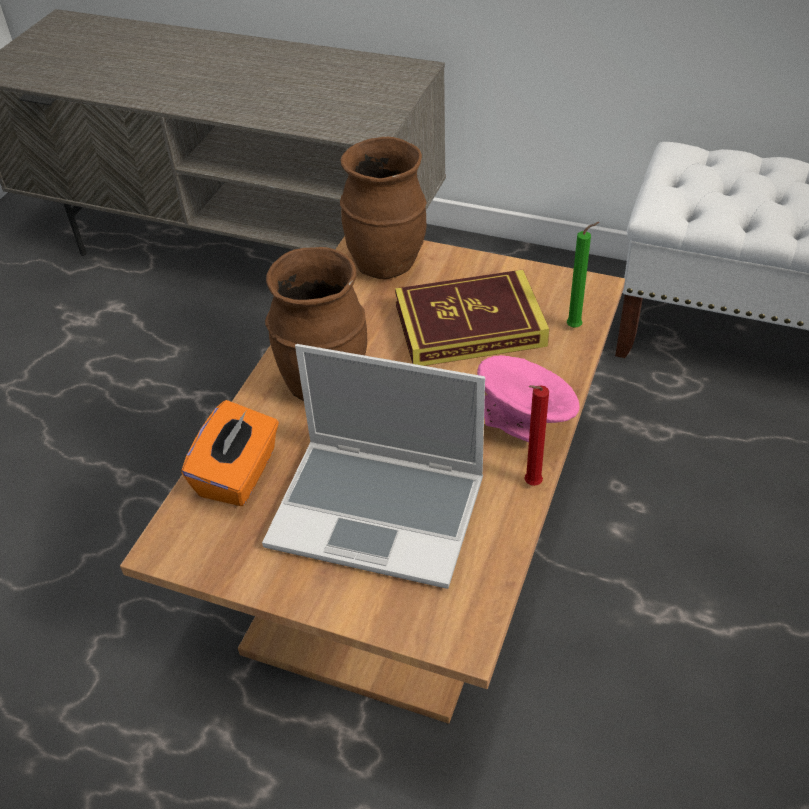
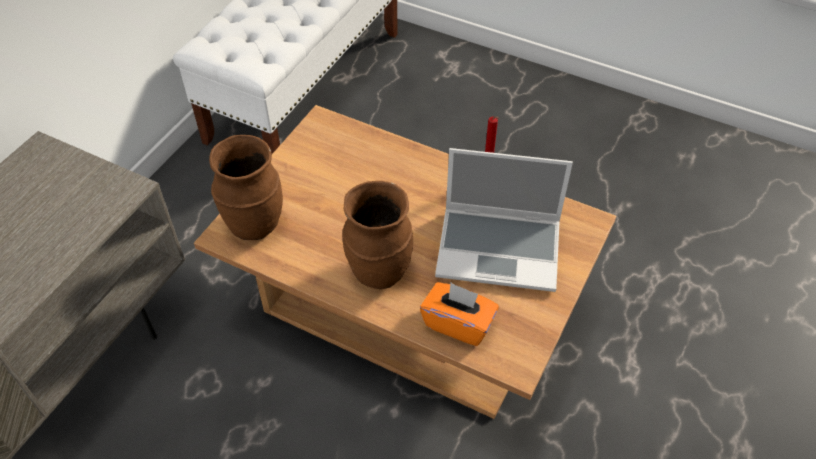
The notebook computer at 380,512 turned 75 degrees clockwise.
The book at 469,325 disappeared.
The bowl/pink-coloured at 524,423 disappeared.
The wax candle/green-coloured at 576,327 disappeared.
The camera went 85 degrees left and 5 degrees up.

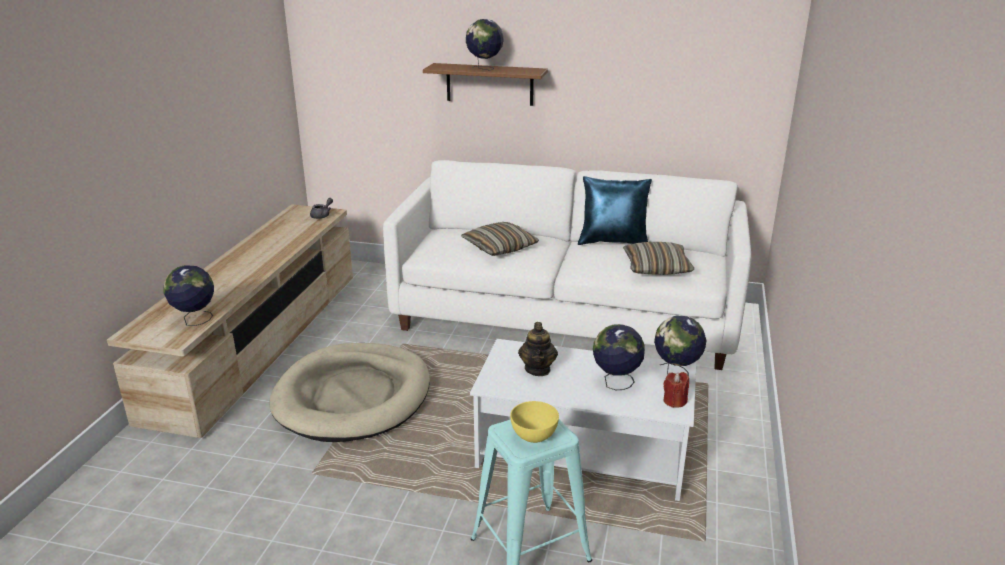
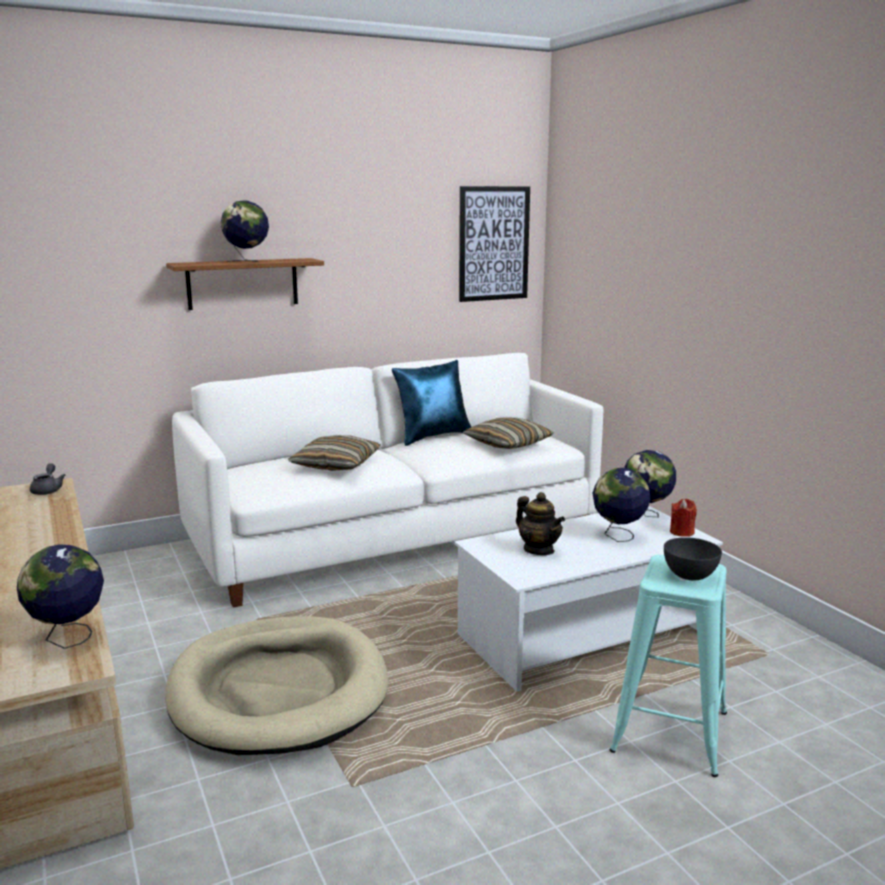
The wall picture at 493,244 appeared.
The bowl/yellowish at 533,436 became the bowl/gray at 689,575.
The camera went 40 degrees left and 10 degrees down.

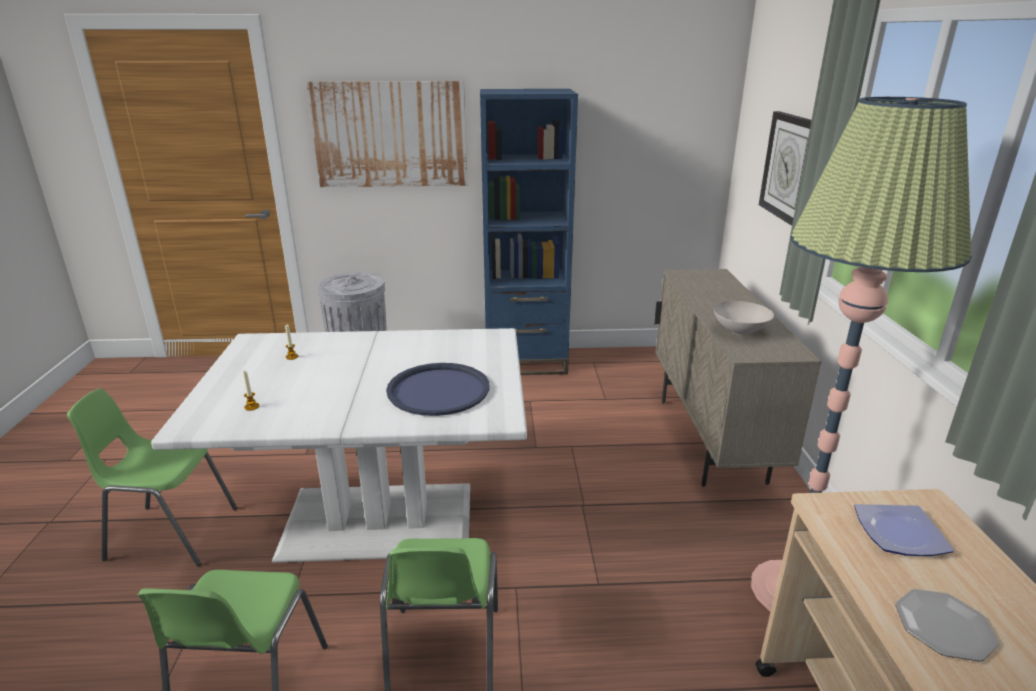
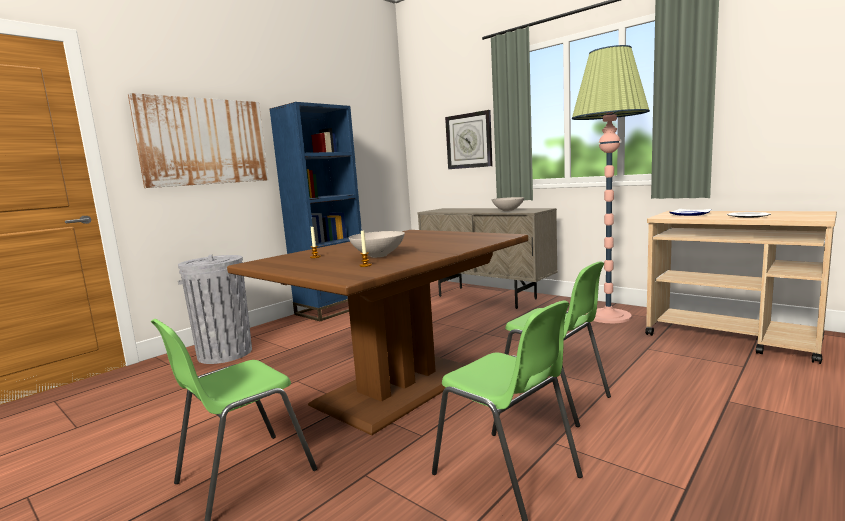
The dinner table/whitish at 379,522 became the dinner table/brown-coloured at 399,387.
The bowl/whitish at 378,256 appeared.
The tray/blue at 438,390 disappeared.
The camera went 45 degrees left and 15 degrees down.

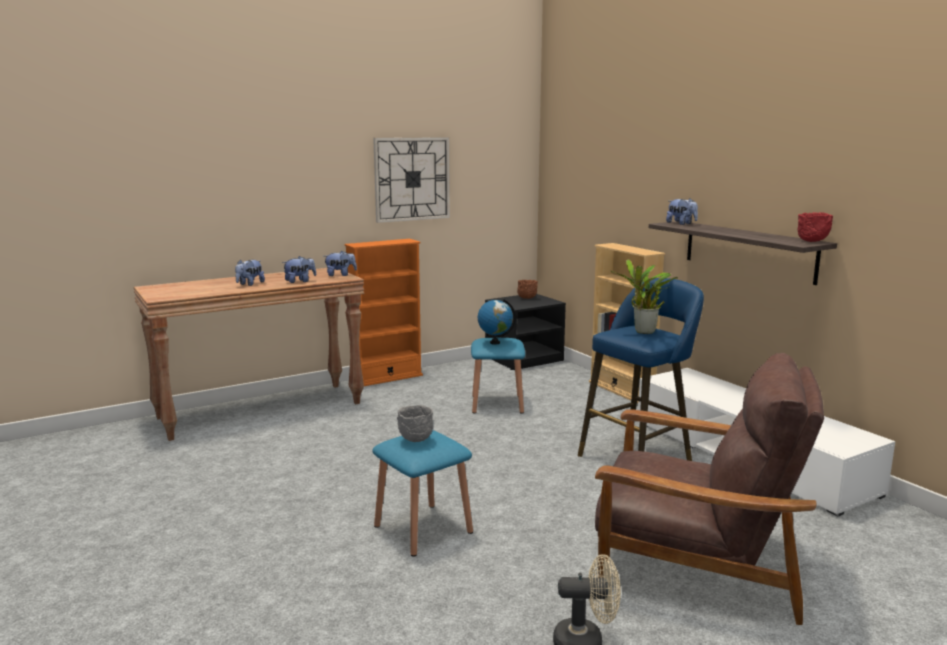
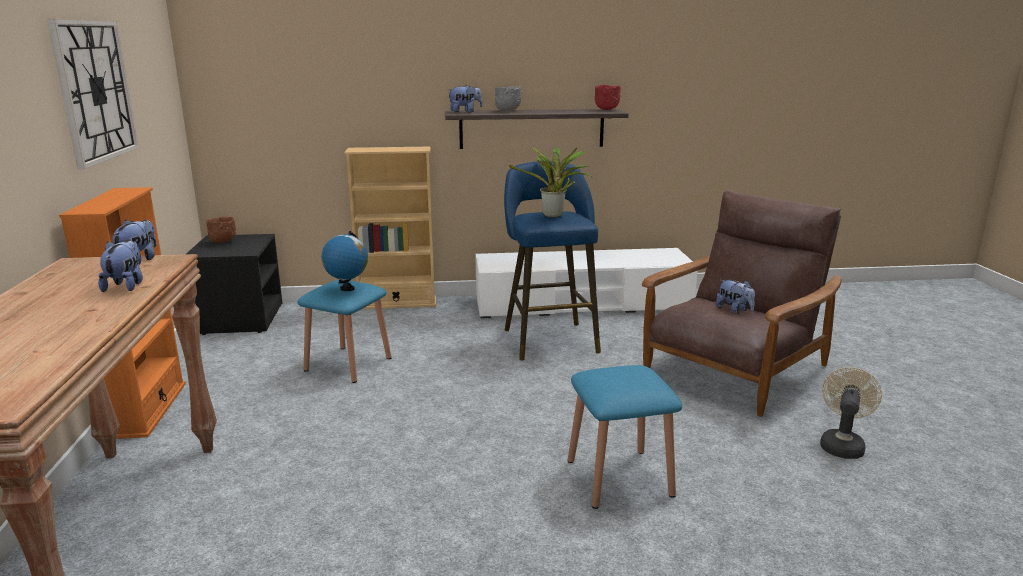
The bowl/gray moved from 415,440 to 507,111.
The cuddly toy moved from 249,284 to 734,310.
The camera went 65 degrees left and 5 degrees up.

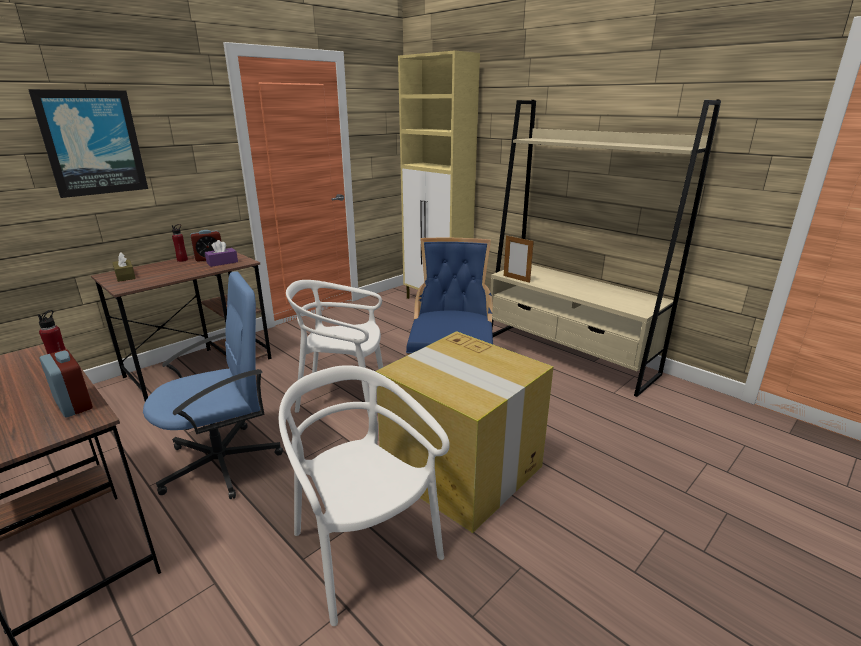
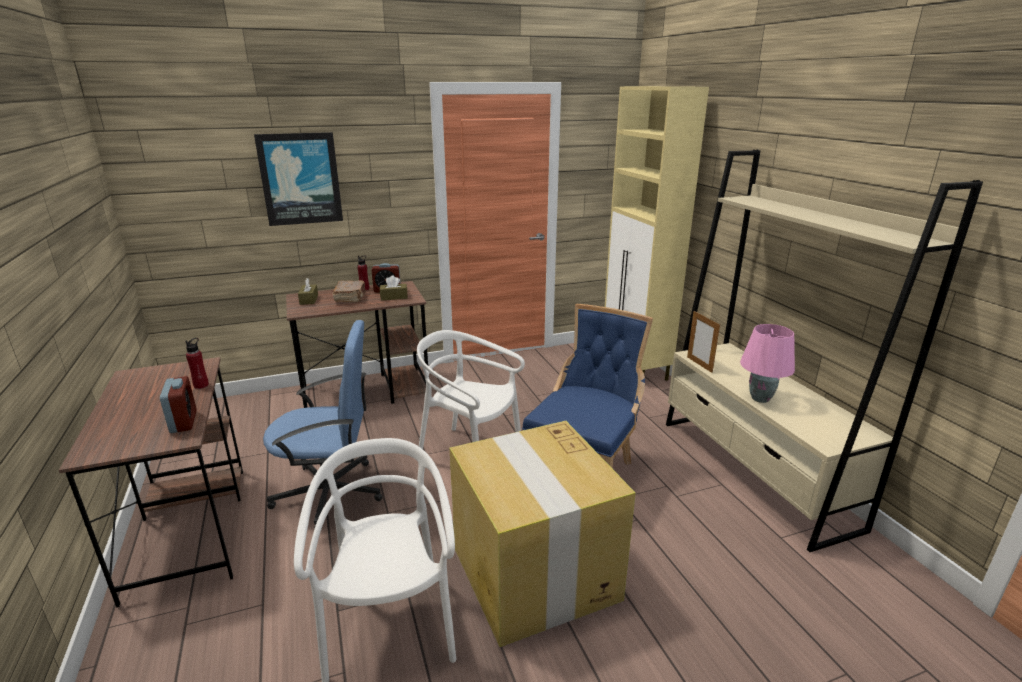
The book/brown-coloured at 350,298 appeared.
The tissue box/purplish at 222,262 became the tissue box/brown-coloured at 394,297.
The lamp for a table/pink-coloured at 761,399 appeared.
The camera went 25 degrees right and 0 degrees up.

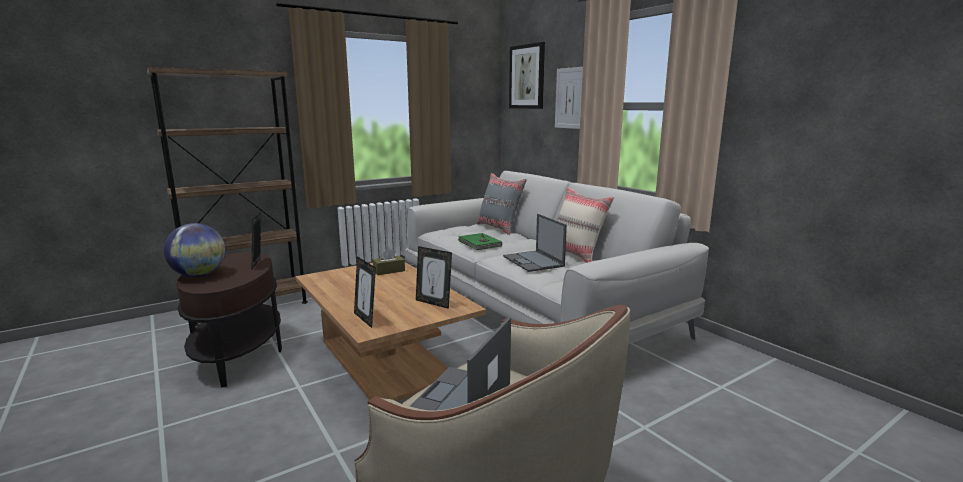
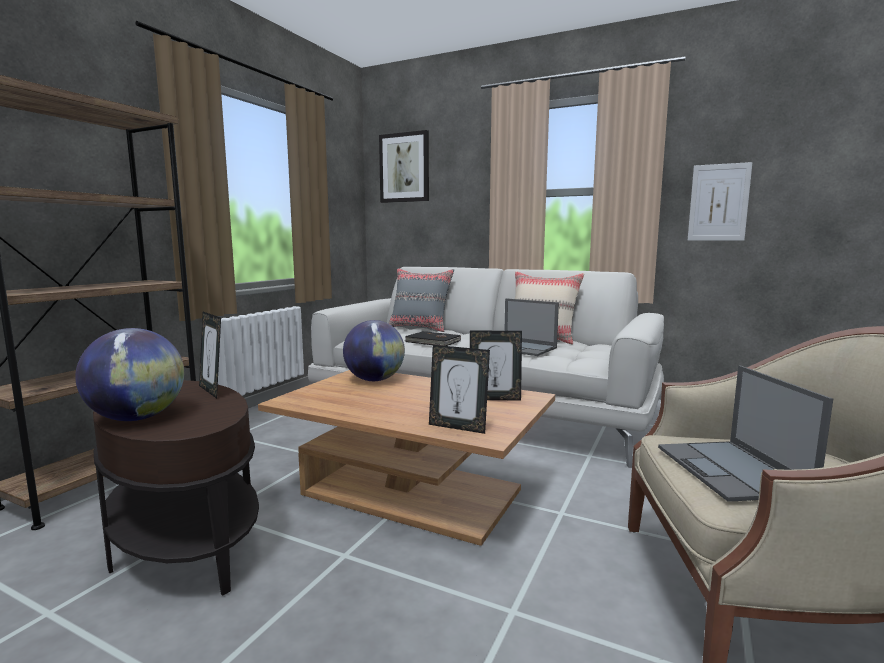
The tissue box/brown-coloured at 389,271 was replaced by the desk globe at 374,380.
The book/green-coloured at 479,244 became the book/black-coloured at 433,341.
The wall picture moved from 570,98 to 718,202.
The camera went 30 degrees left and 5 degrees down.

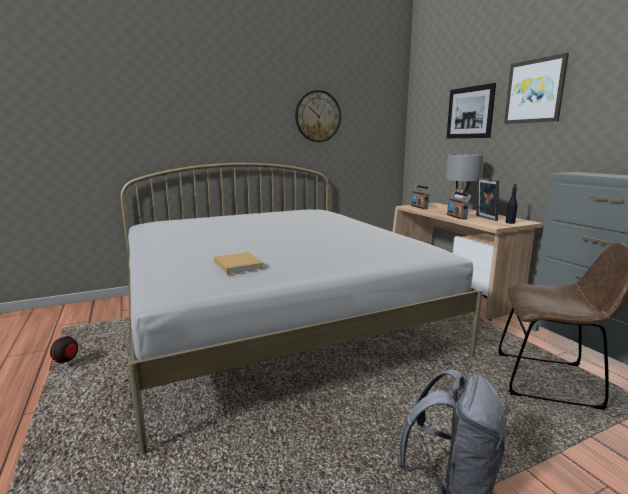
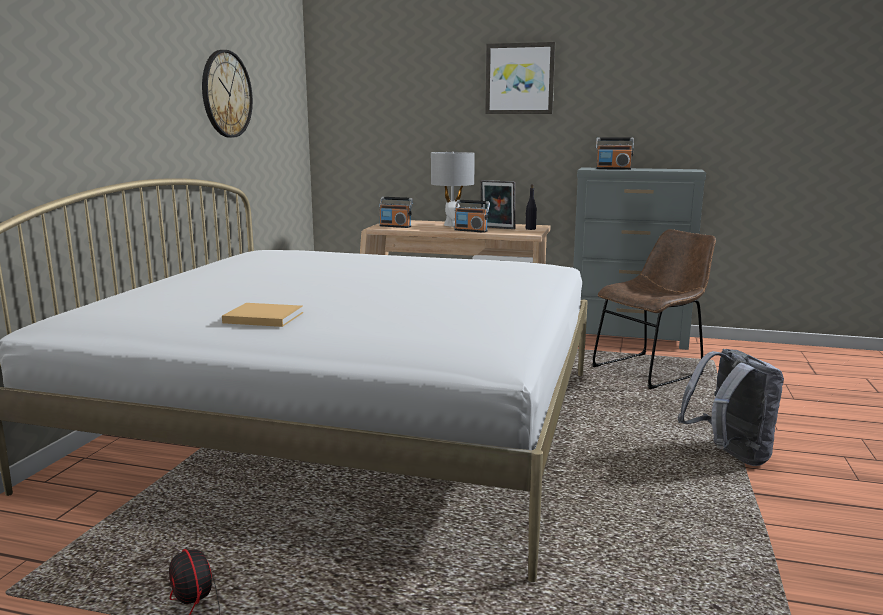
The book/sand-coloured moved from 238,264 to 261,317.
The radio at 613,169 appeared.
The wall picture at 470,112 disappeared.
The camera went 50 degrees left and 0 degrees up.

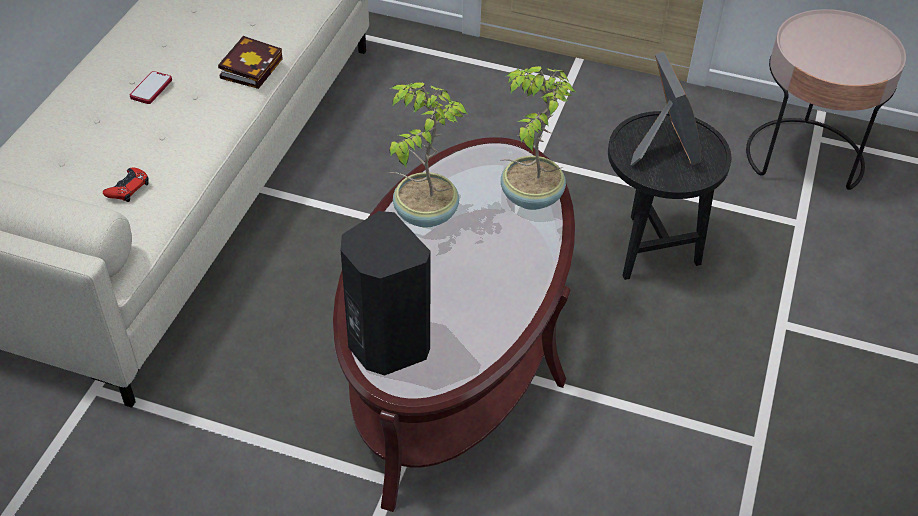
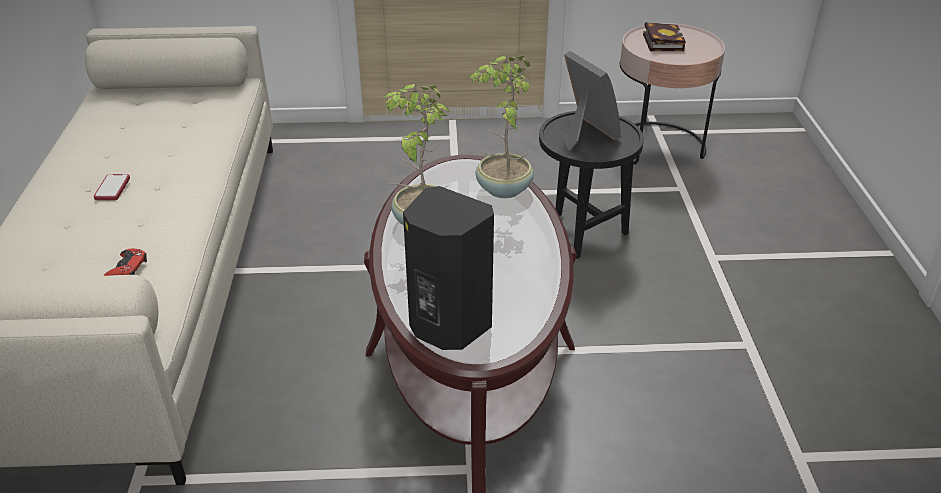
The book moved from 251,66 to 661,41.
The camera went 20 degrees left and 10 degrees down.

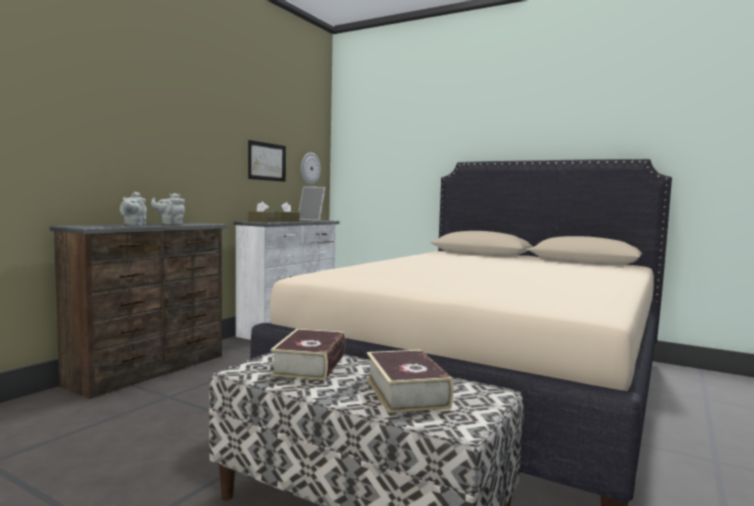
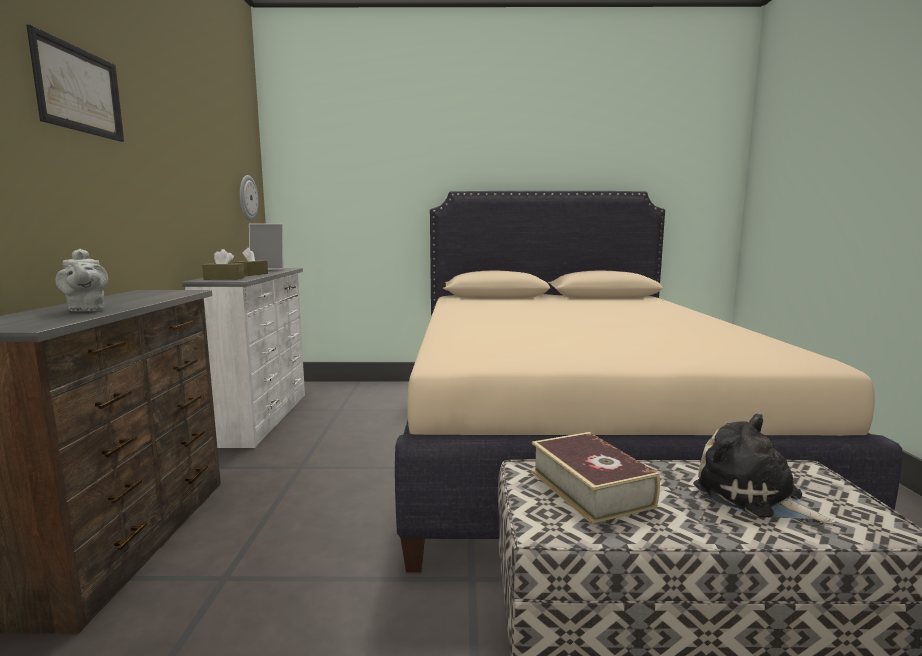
The wall picture moved from 267,161 to 79,90.
The book at 406,392 was replaced by the cuddly toy at 753,496.
The pot for tea/gray at 170,224 disappeared.
The camera went 30 degrees left and 5 degrees up.

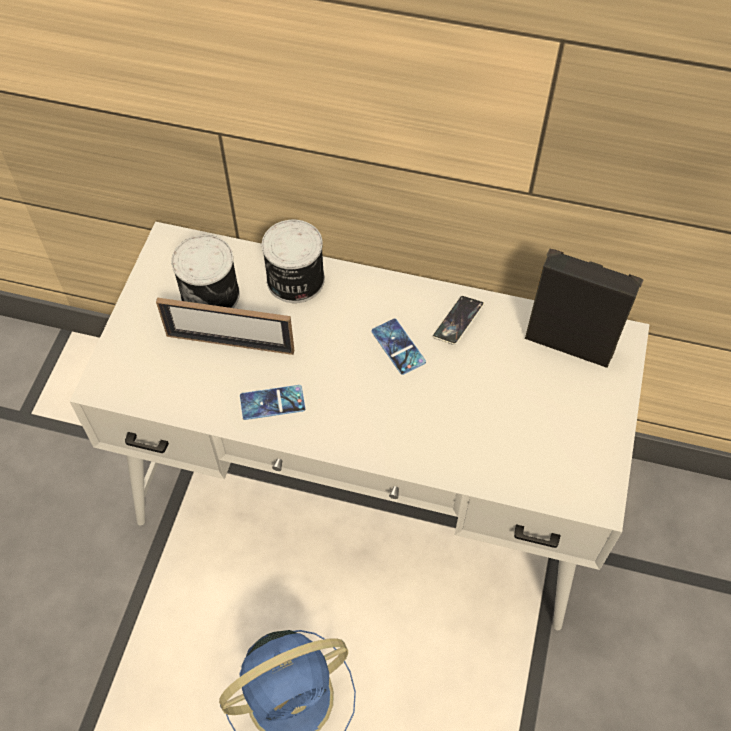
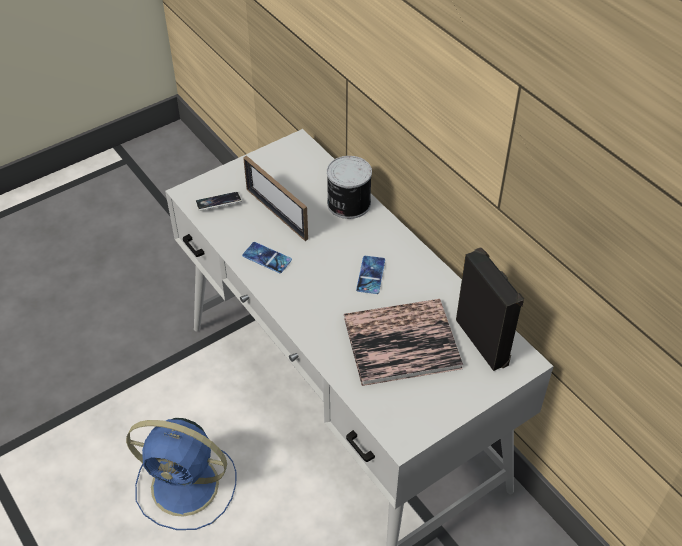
The telephone moved from 458,322 to 218,203.
The book at 401,342 appeared.
The metal can at 211,293 disappeared.
The camera went 40 degrees right and 10 degrees down.

